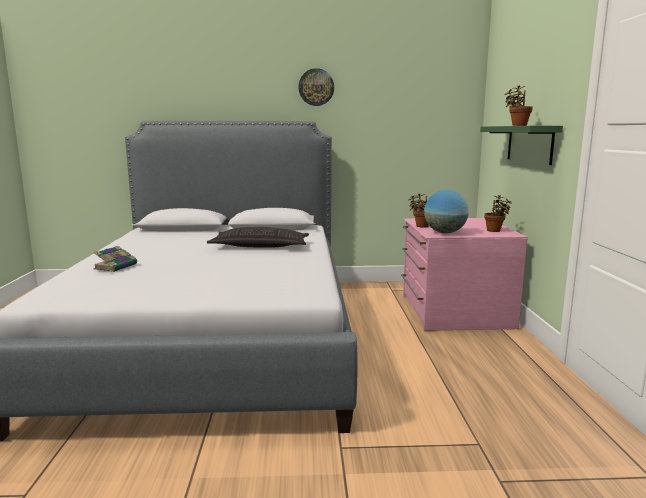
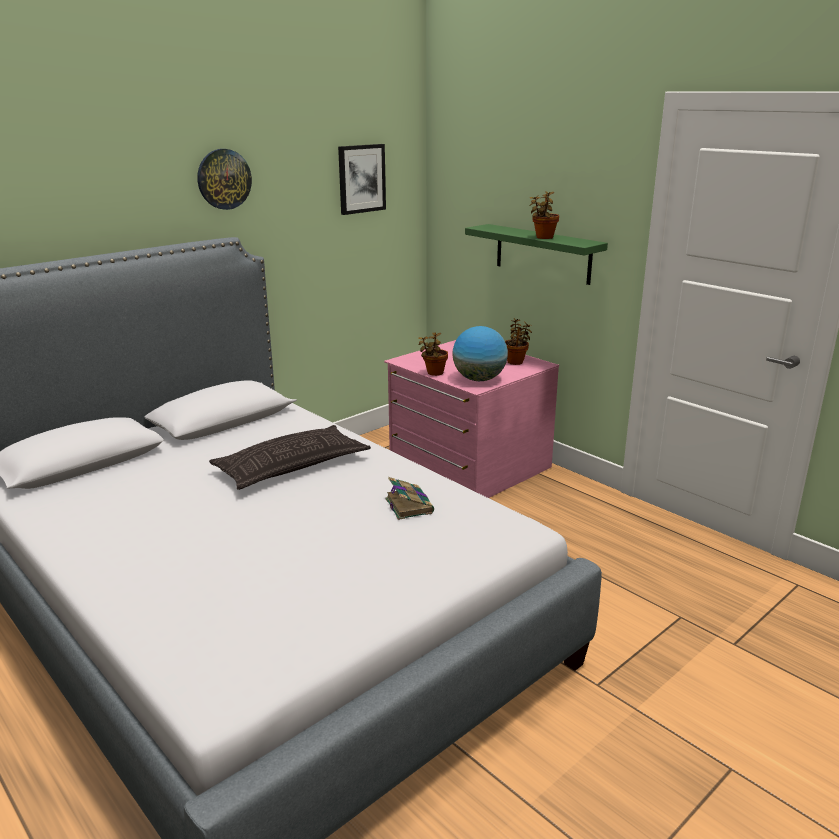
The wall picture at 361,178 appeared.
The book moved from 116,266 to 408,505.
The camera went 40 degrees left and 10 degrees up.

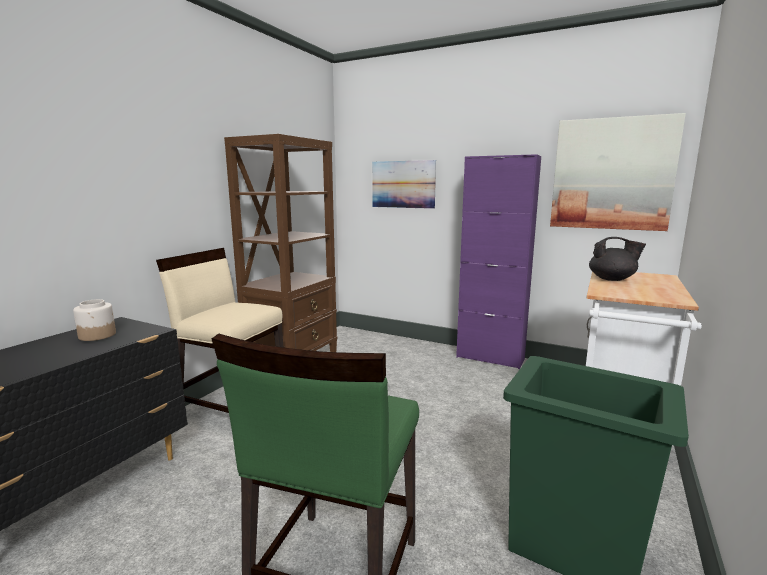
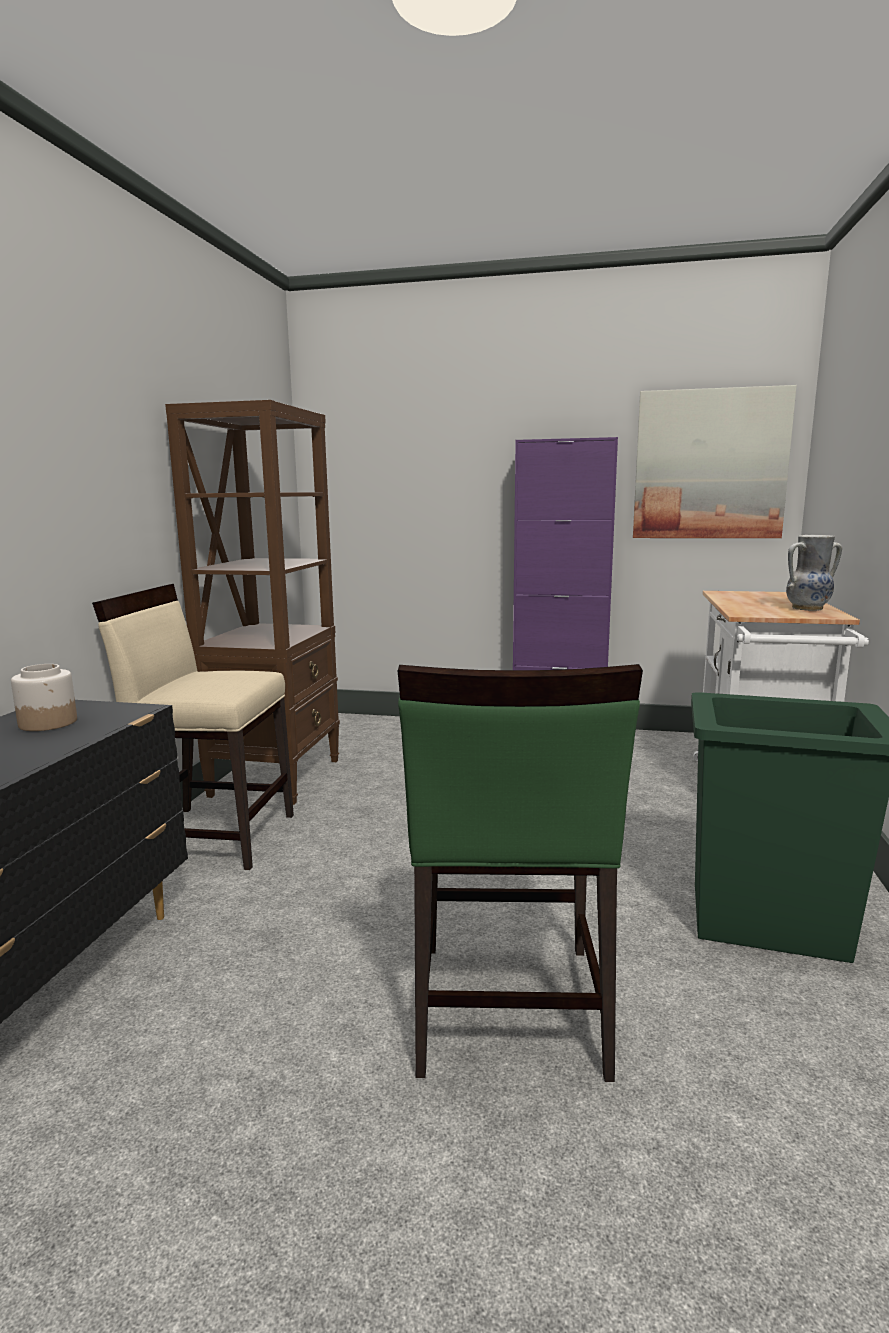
The flower vase at 808,609 appeared.
The wall picture at 403,184 disappeared.
The pot for tea/black-coloured at 612,279 disappeared.
The camera went 15 degrees left and 0 degrees up.

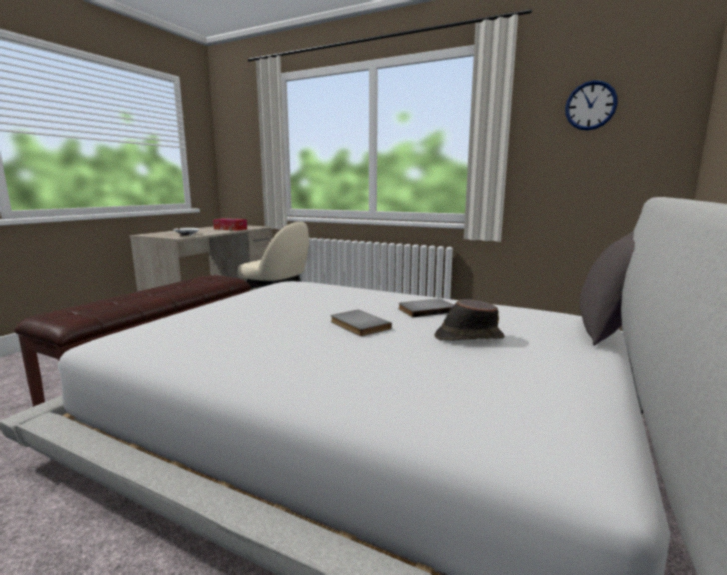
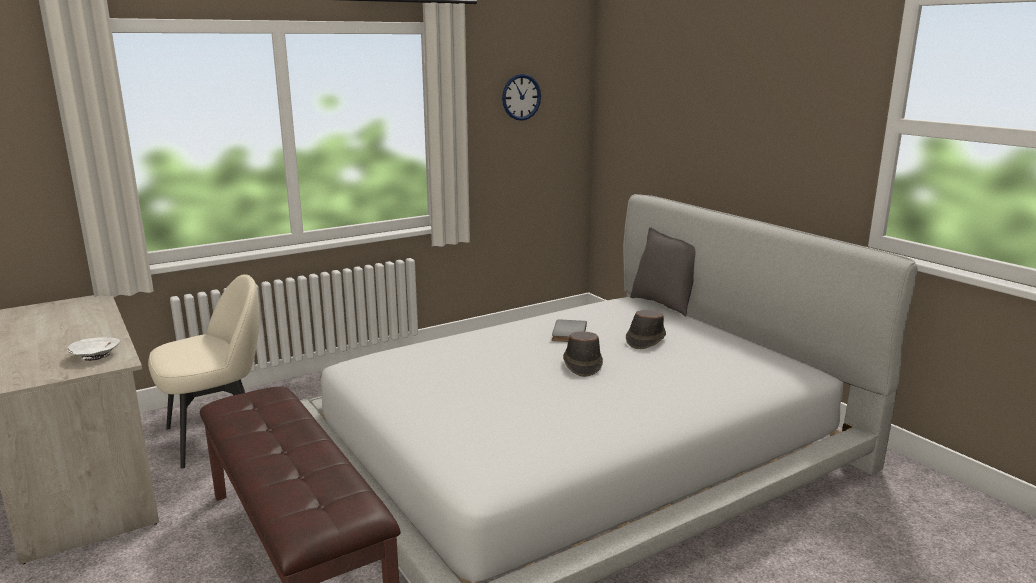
The book/gray at 358,325 was replaced by the hat/brown-coloured at 582,365.
The tissue box at 230,229 disappeared.
The camera went 60 degrees left and 5 degrees up.

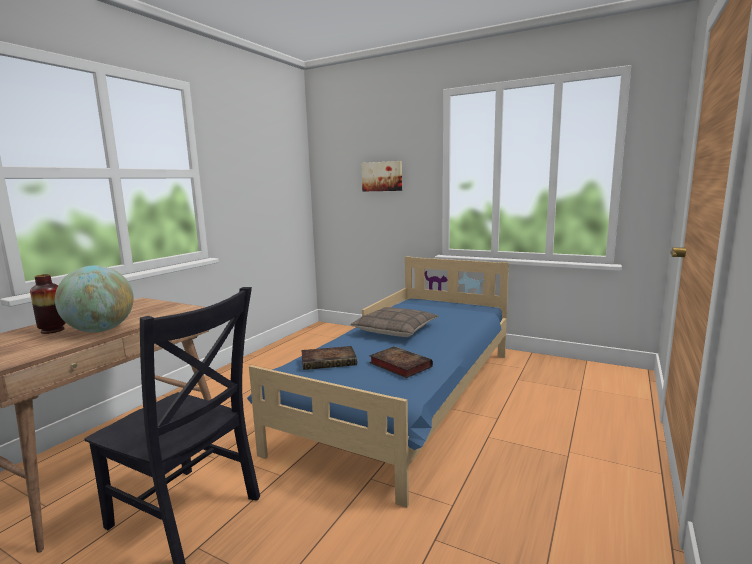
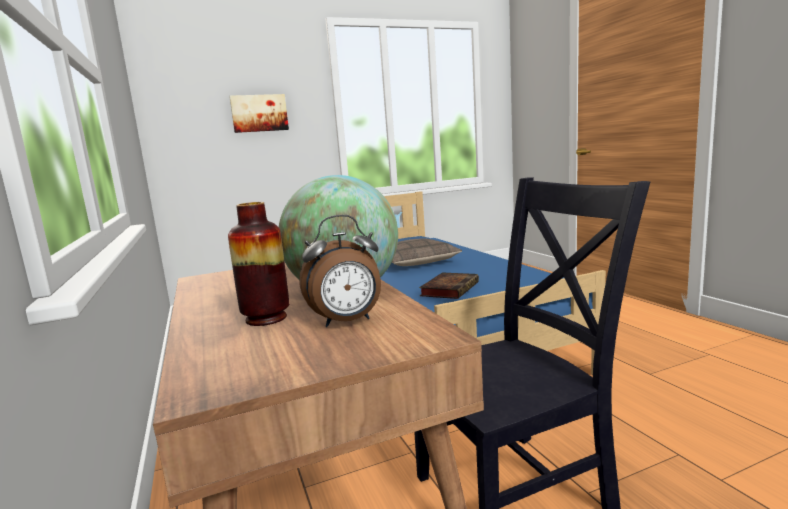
The alarm clock at 347,322 appeared.
The book at 398,365 disappeared.
The camera went 50 degrees left and 0 degrees up.

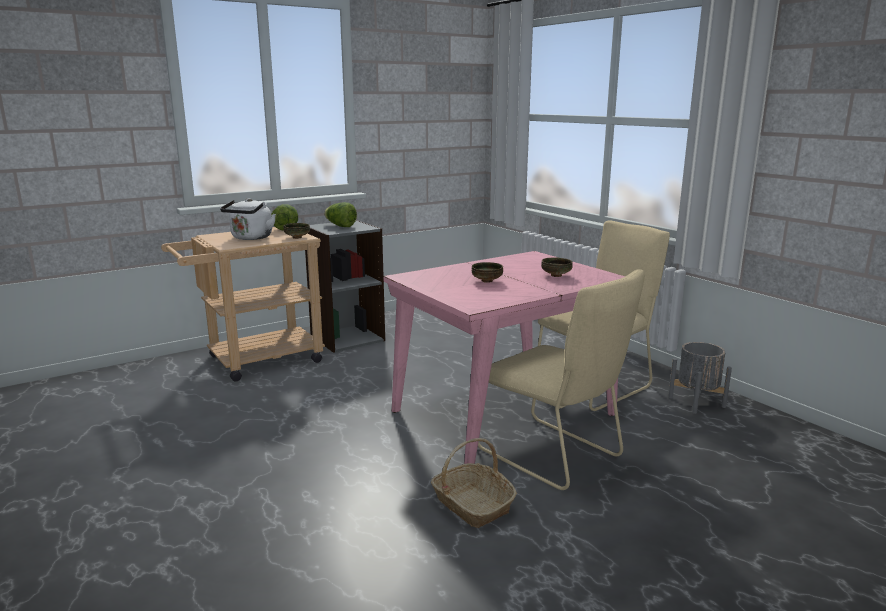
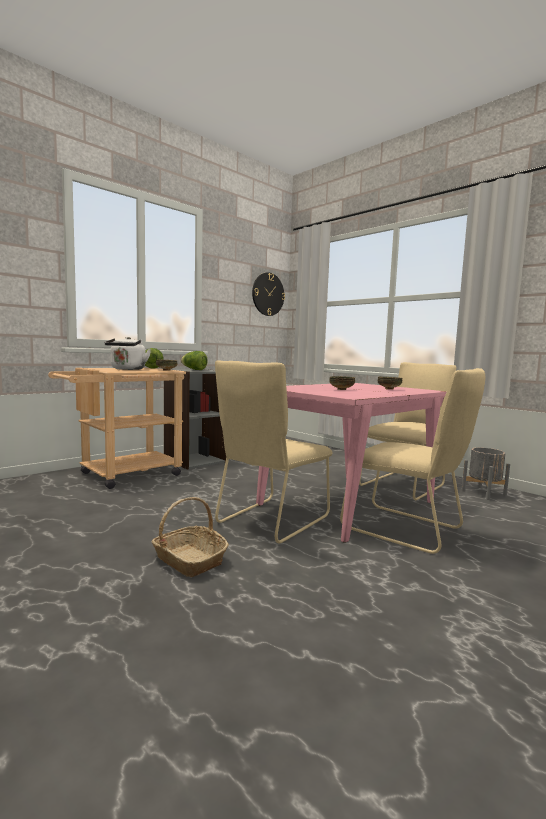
The storage basket moved from 472,504 to 188,560.
The chair/sand-coloured at 270,521 appeared.
The wall clock at 268,294 appeared.
The camera went 10 degrees left and 10 degrees down.

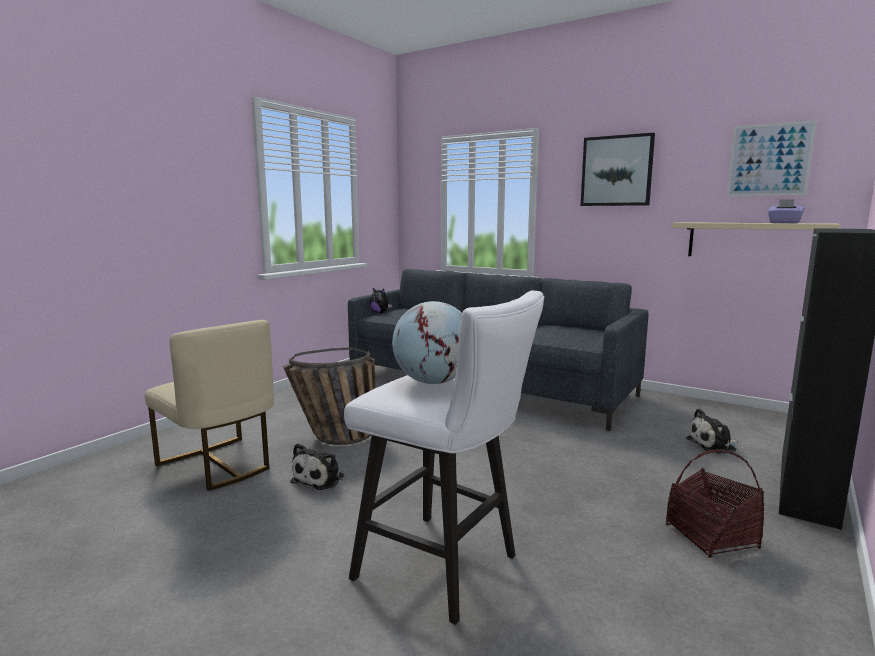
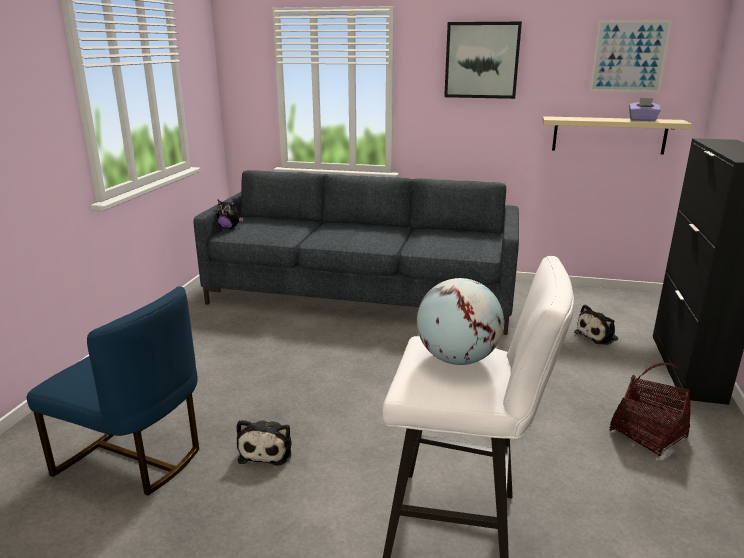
The chair/sand-coloured at 218,465 became the chair/blue at 133,457.
The storage basket at 334,439 disappeared.
The camera went 20 degrees left and 10 degrees up.

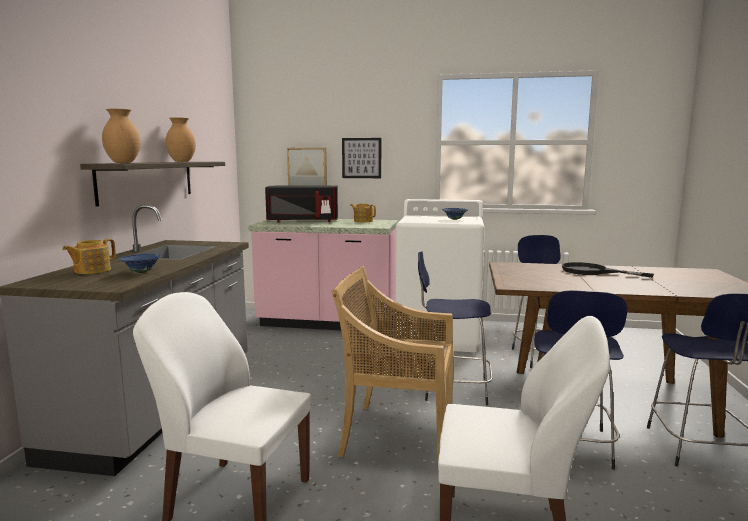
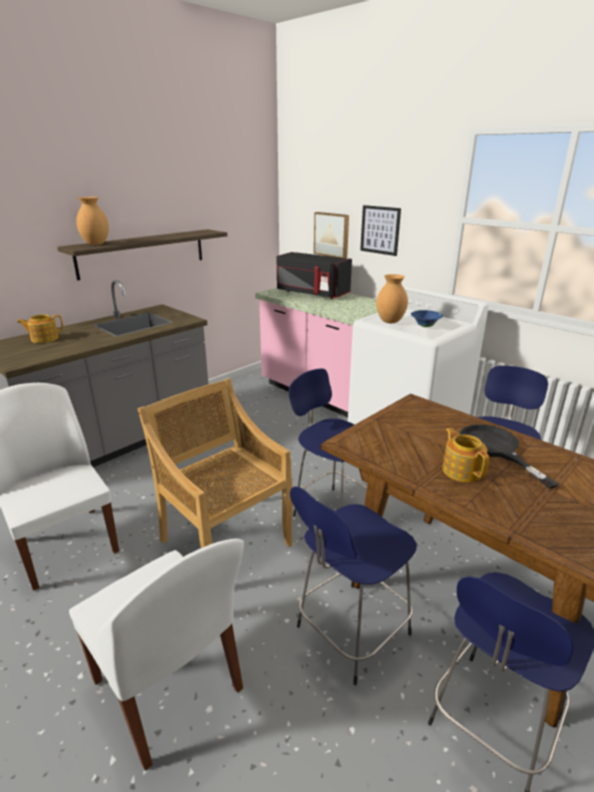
The flower vase/brown-coloured moved from 181,161 to 390,321.
The pot for tea moved from 363,221 to 462,470.
The bowl/blue at 142,272 disappeared.
The camera went 35 degrees right and 15 degrees up.

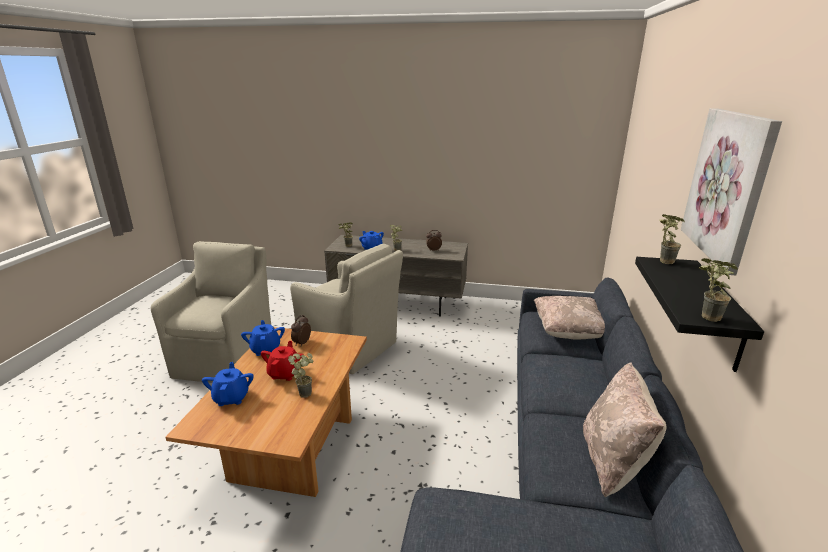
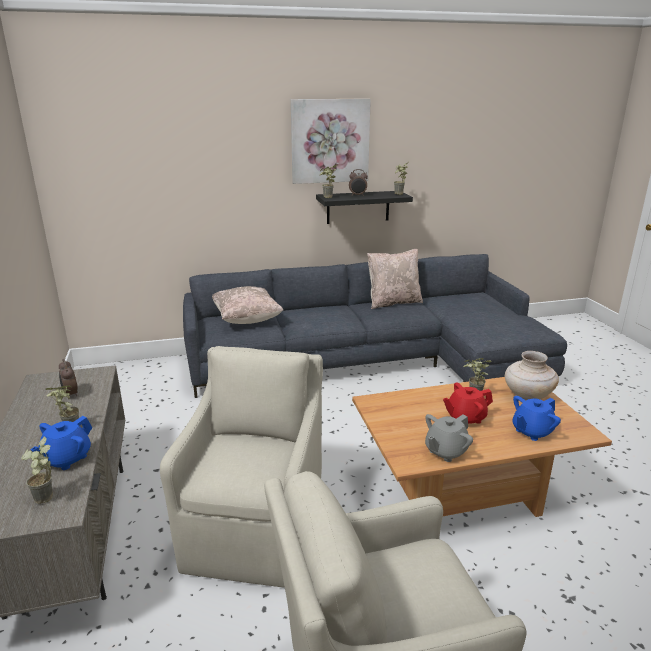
The alarm clock moved from 301,343 to 358,195.
The pot for tea/blue at 266,349 became the pot for tea/gray at 445,451.
The flower vase/sand-coloured at 527,396 appeared.
The camera went 115 degrees left and 0 degrees up.

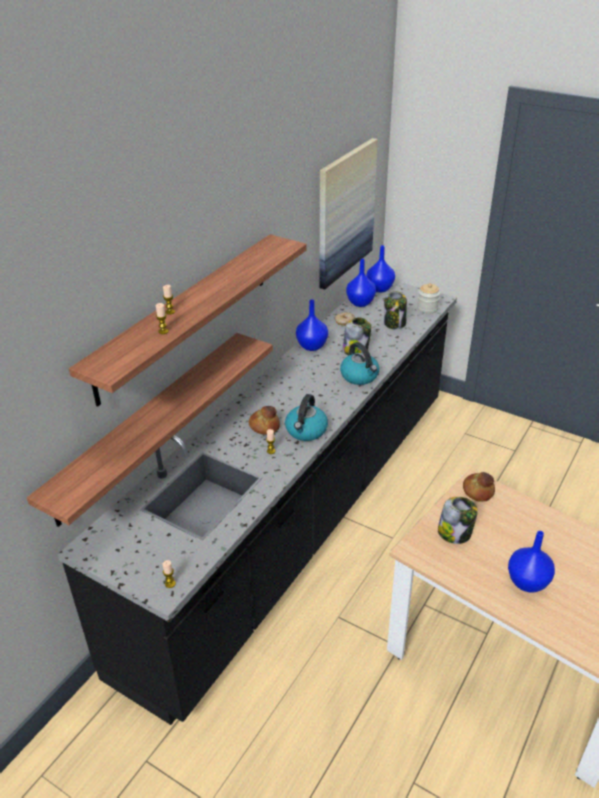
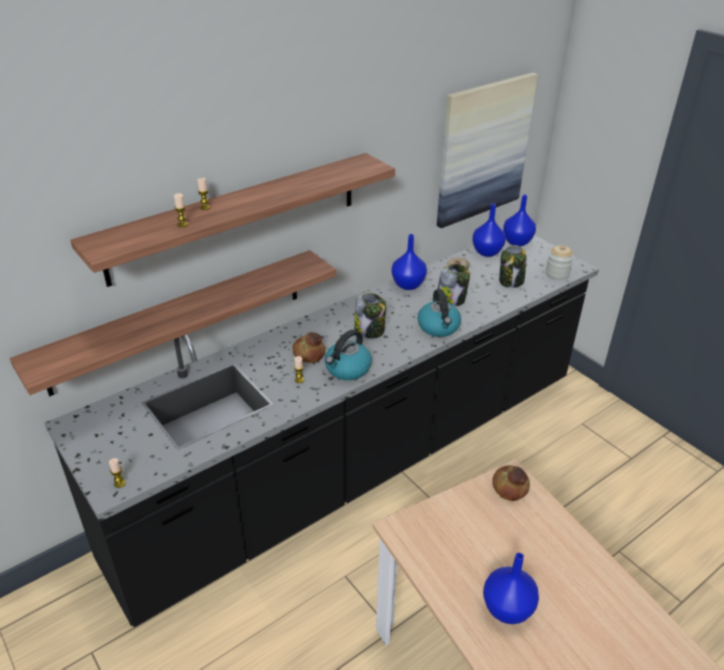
The preserve jar moved from 455,533 to 370,330.
The camera went 20 degrees right and 0 degrees up.

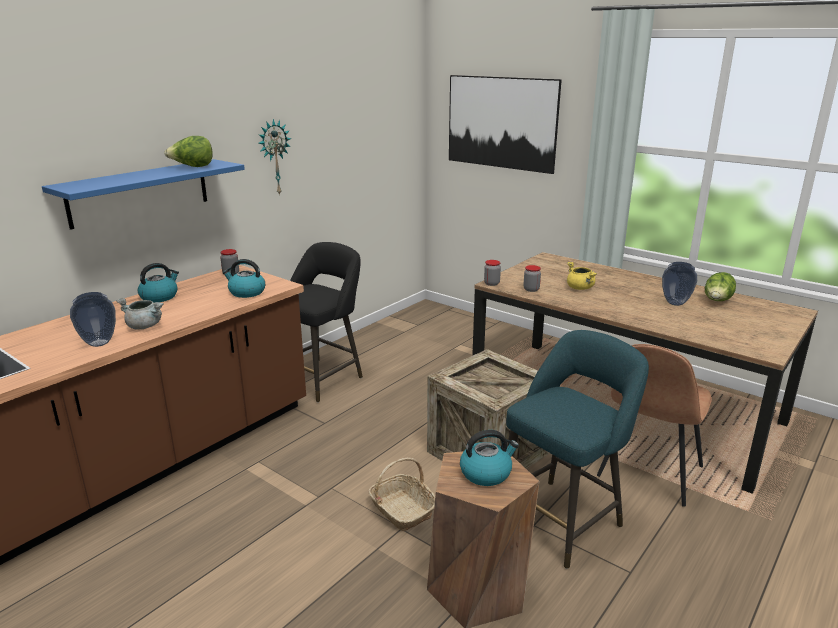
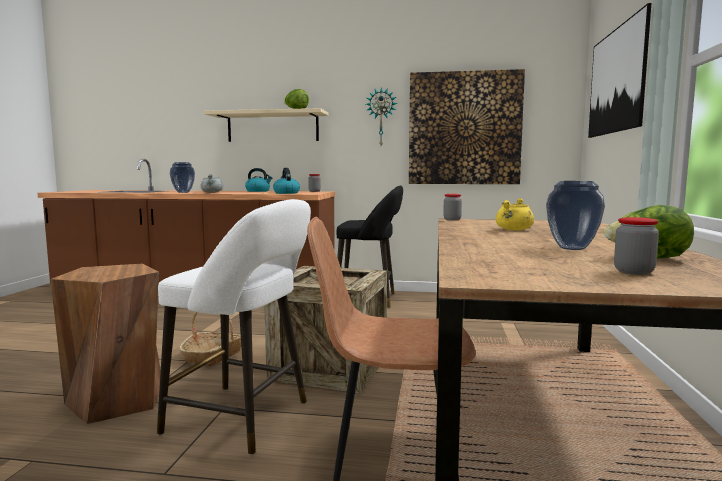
The stool/blue-green at 562,519 became the stool/whitish at 244,419.
The bracket shelf/blue at 140,192 became the bracket shelf/sand-coloured at 272,127.
The wall picture at 464,128 appeared.
The preserve jar moved from 531,289 to 633,272.
The kettle at 486,473 disappeared.
The camera went 60 degrees right and 15 degrees down.

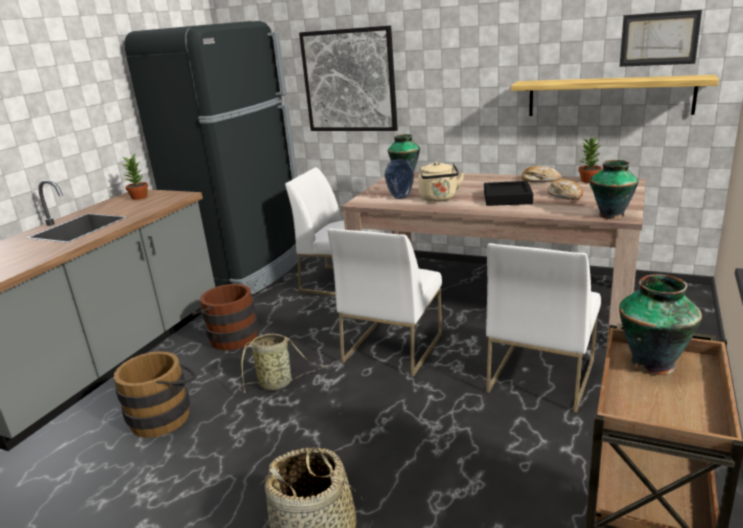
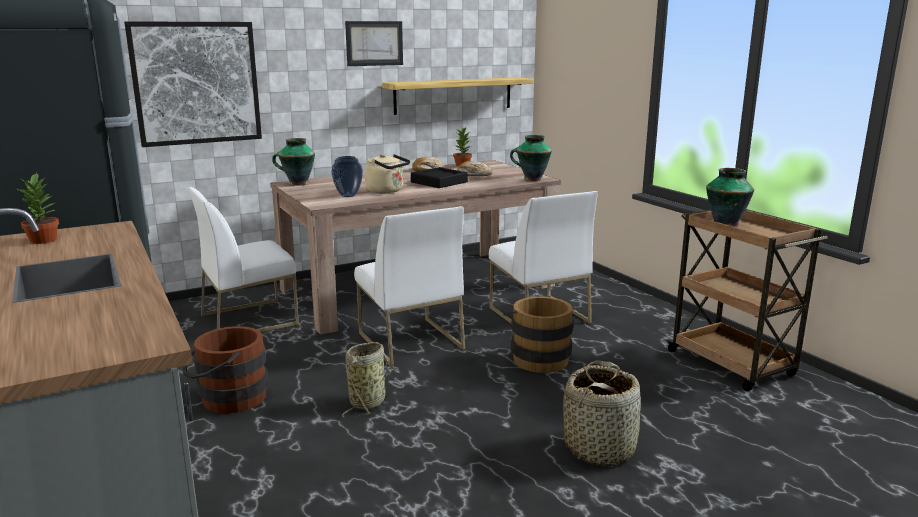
The wall picture moved from 659,39 to 374,43.
The bucket/brown-coloured moved from 165,415 to 538,357.
The camera went 55 degrees left and 5 degrees down.

